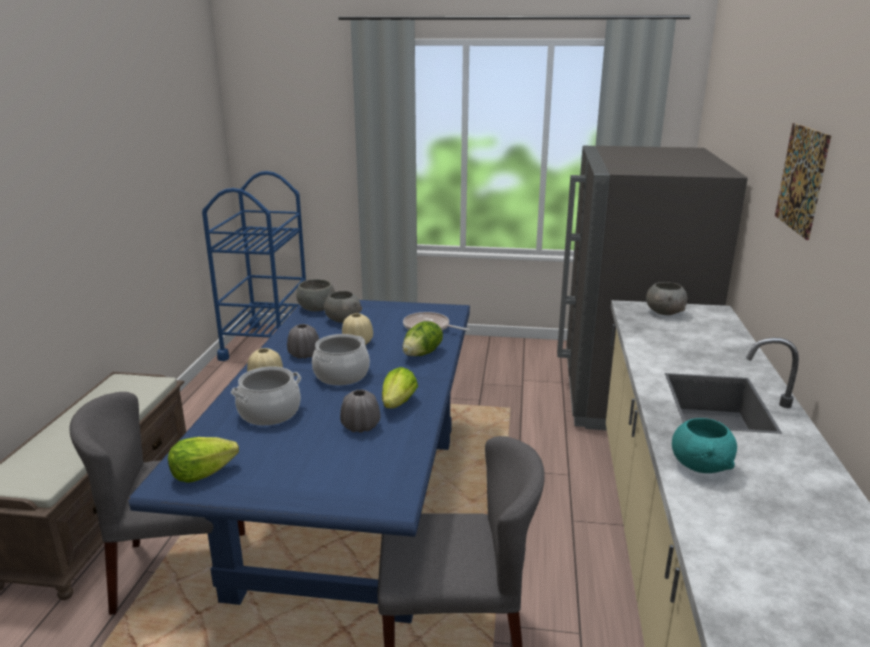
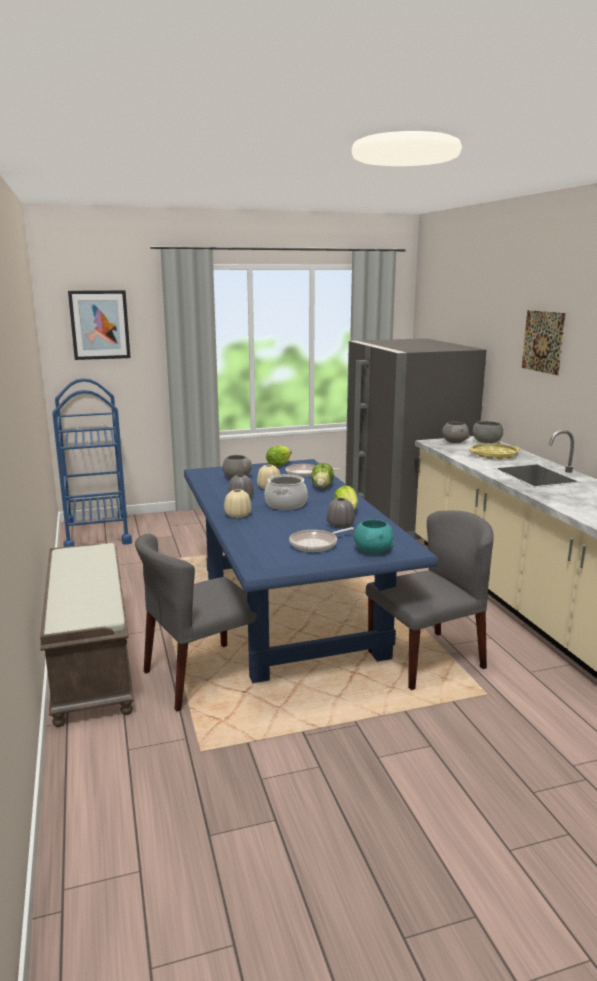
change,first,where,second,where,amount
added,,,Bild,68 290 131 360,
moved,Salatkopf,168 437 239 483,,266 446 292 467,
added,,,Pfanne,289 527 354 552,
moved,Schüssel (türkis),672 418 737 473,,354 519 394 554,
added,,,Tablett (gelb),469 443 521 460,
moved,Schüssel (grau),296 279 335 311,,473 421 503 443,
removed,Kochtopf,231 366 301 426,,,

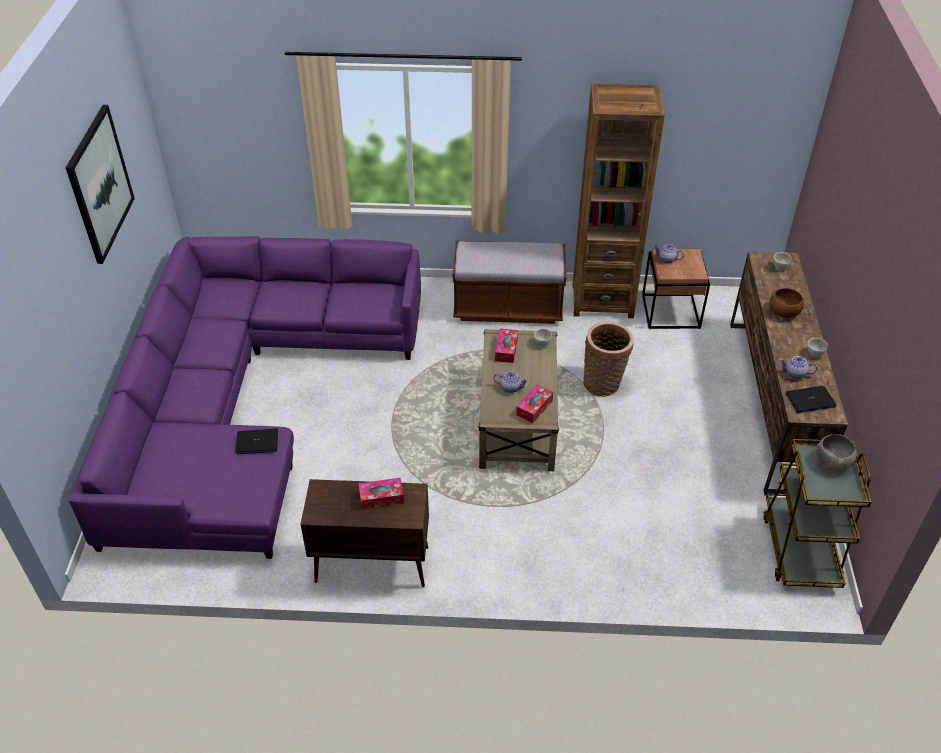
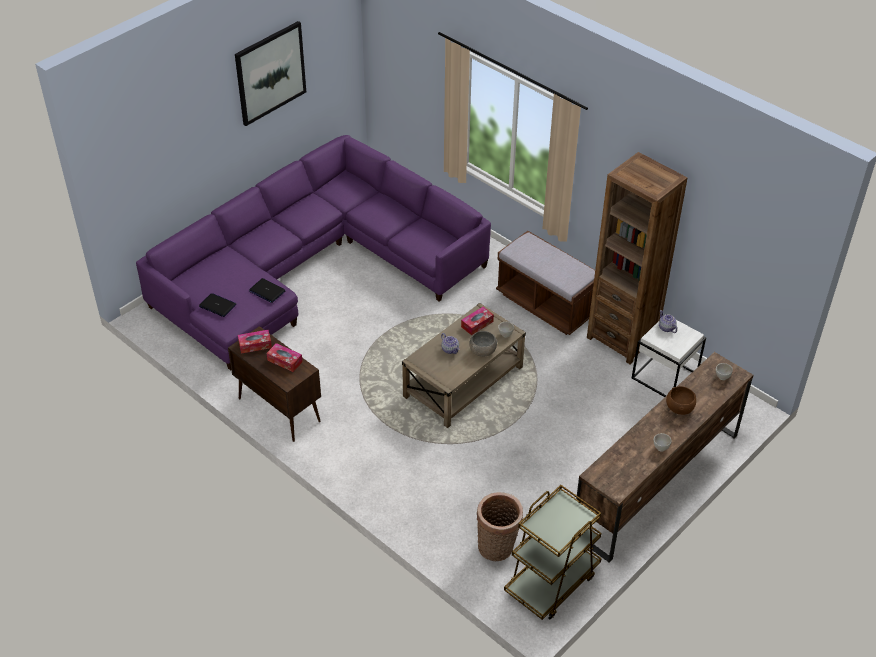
change,first,where,second,where,amount
moved,Laptop,786 386 836 413,,199 293 236 317,
moved,Taschentuchbox,516 384 553 423,,238 330 272 354,
moved,Schüssel (grau),816 434 857 471,,469 331 497 357,
moved,Korb,583 321 634 397,,477 492 523 562,
recoloured,Beistelltisch (braun),642 249 710 329,Beistelltisch (weiß),632 314 706 397,
removed,Teekanne,780 356 817 379,,,

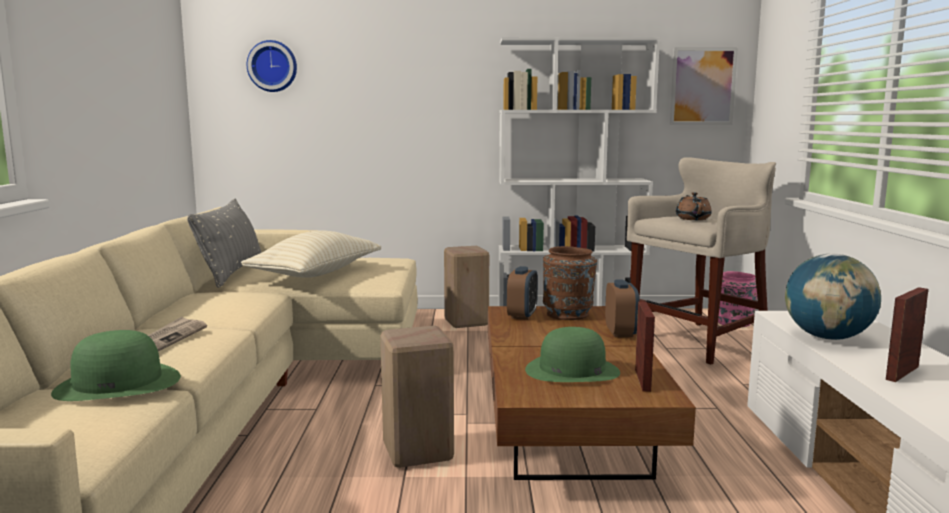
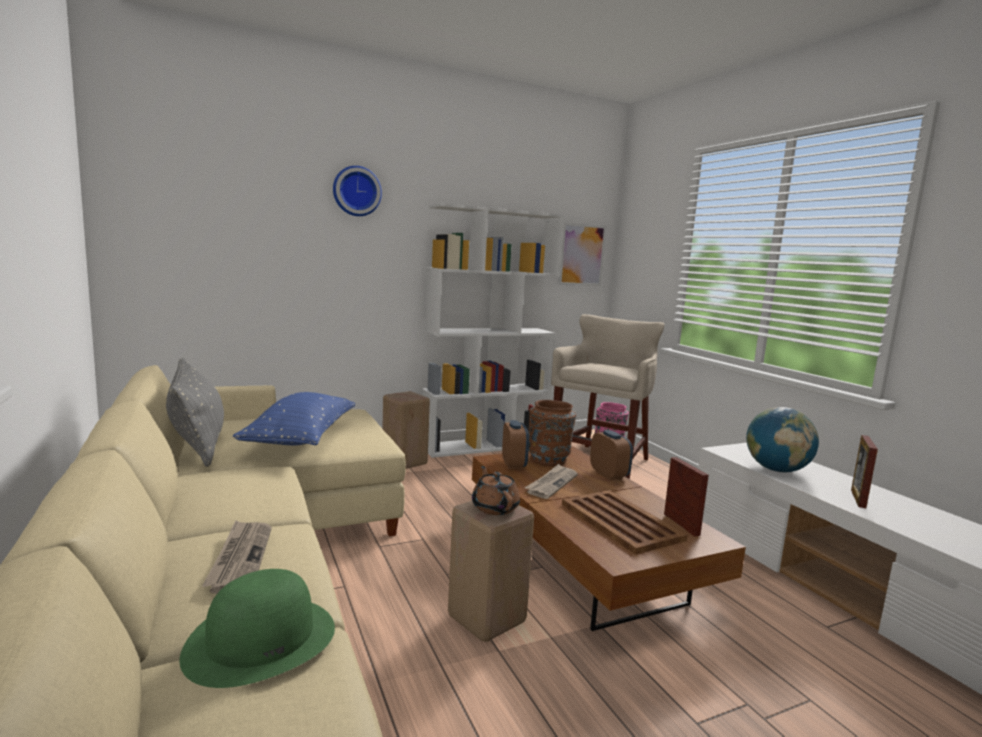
change,first,where,second,where,amount
recoloured,Kissen (beige),241 230 381 278,Kissen (blau),233 392 355 445,
moved,Wanduhr,247 40 297 92,,333 166 382 216,
moved,Teekanne (braun),676 192 712 220,,472 466 520 515,
added,,,Zeitung,525 464 578 499,
replaced,Hut (grün),525 327 620 382,Tablett (braun),562 490 687 555,

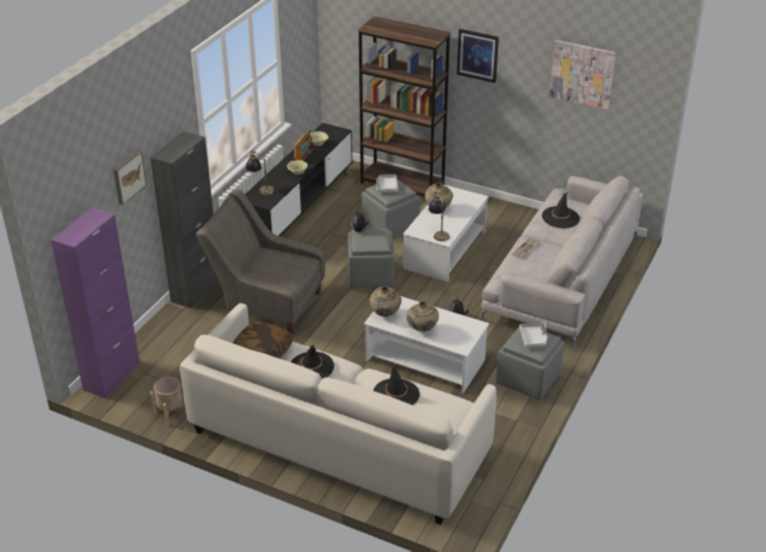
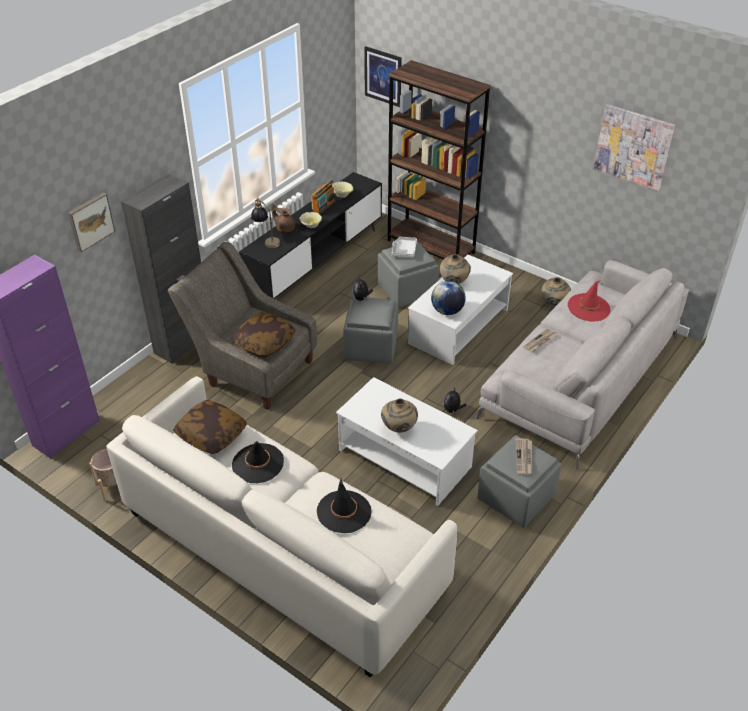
change,first,where,second,where,amount
added,,,Kissen,231 312 296 358,
added,,,Teekanne (braun),271 203 295 232,
moved,Bild,457 29 499 83,,364 46 402 107,
replaced,Tischlampe,429 191 449 241,Globus,431 281 466 315,
replaced,Tablett (grau),519 322 547 348,Zeitung,515 438 532 475,
moved,Vase (beige),370 286 401 317,,541 277 571 306,
recoloured,Hut (schwarz),542 192 580 228,Hut (rot),568 281 610 321,

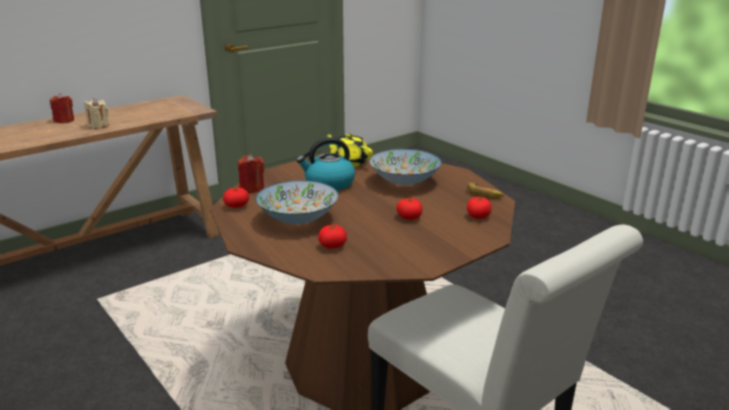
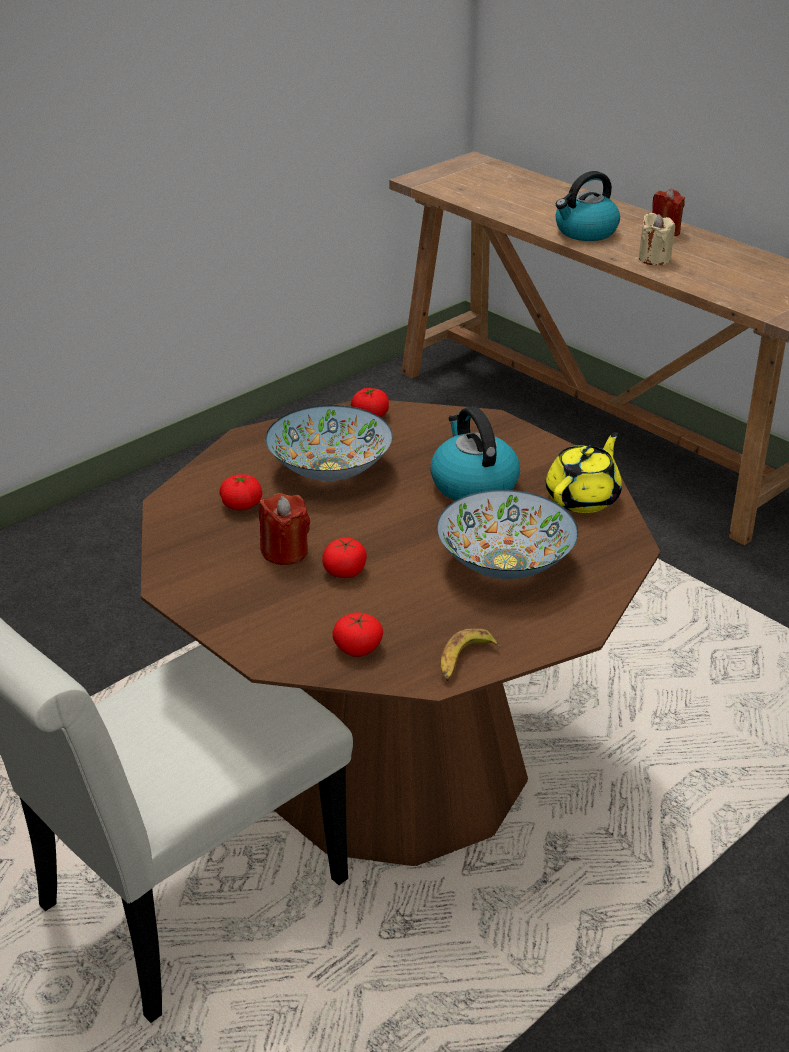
change,first,where,second,where,amount
moved,Kerze (rot),238 154 264 193,,259 493 310 565,
added,,,Wasserkessel,556 171 620 241,

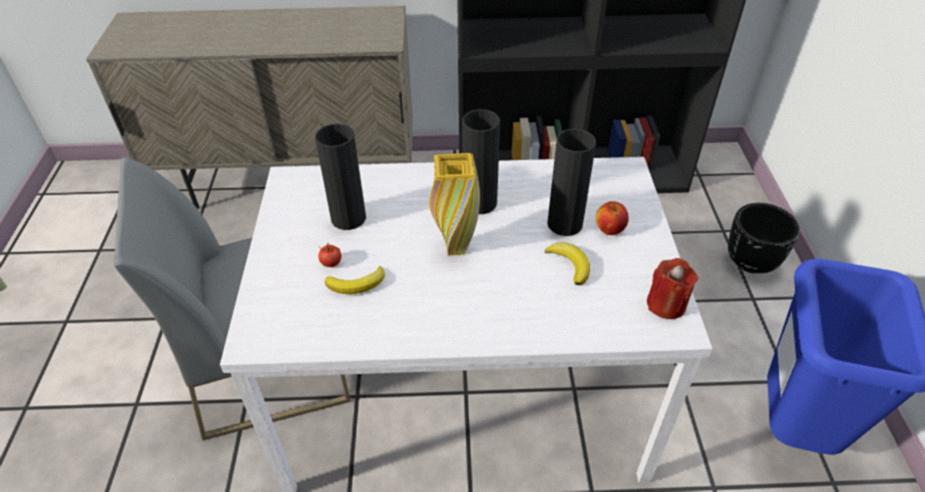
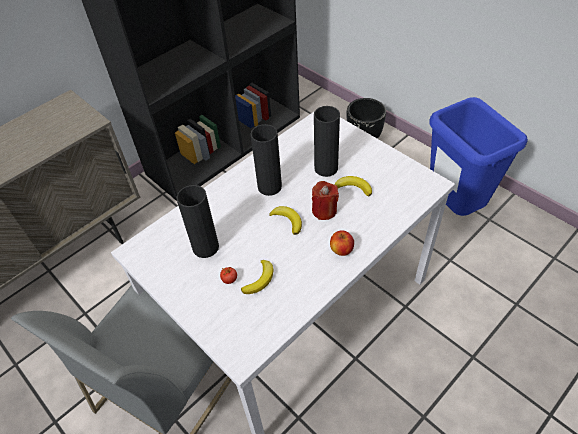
change,first,where,second,where,amount
replaced,Vase (gelb),429 153 480 256,Banane,269 206 302 235,
moved,Kerze (rot),647 258 698 319,,312 181 339 220,
moved,Apfel,596 201 629 235,,330 230 354 256,

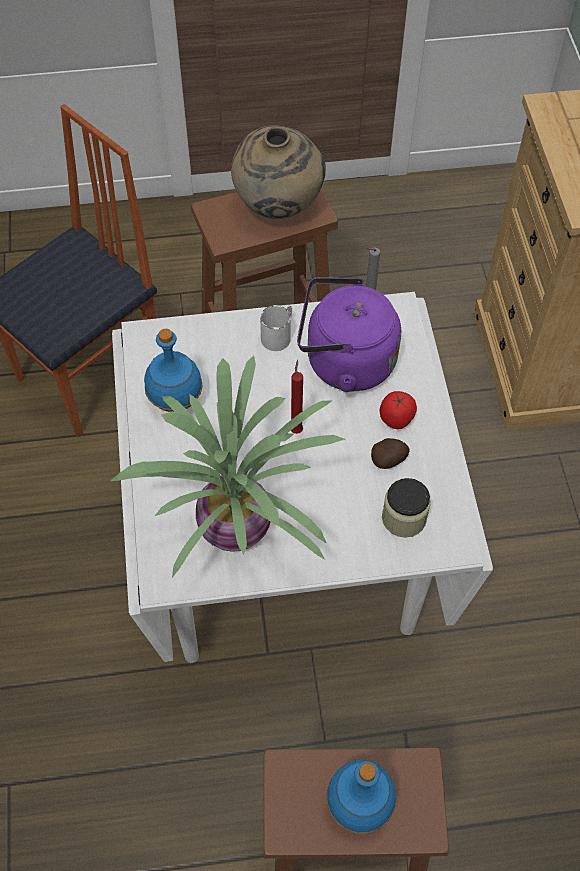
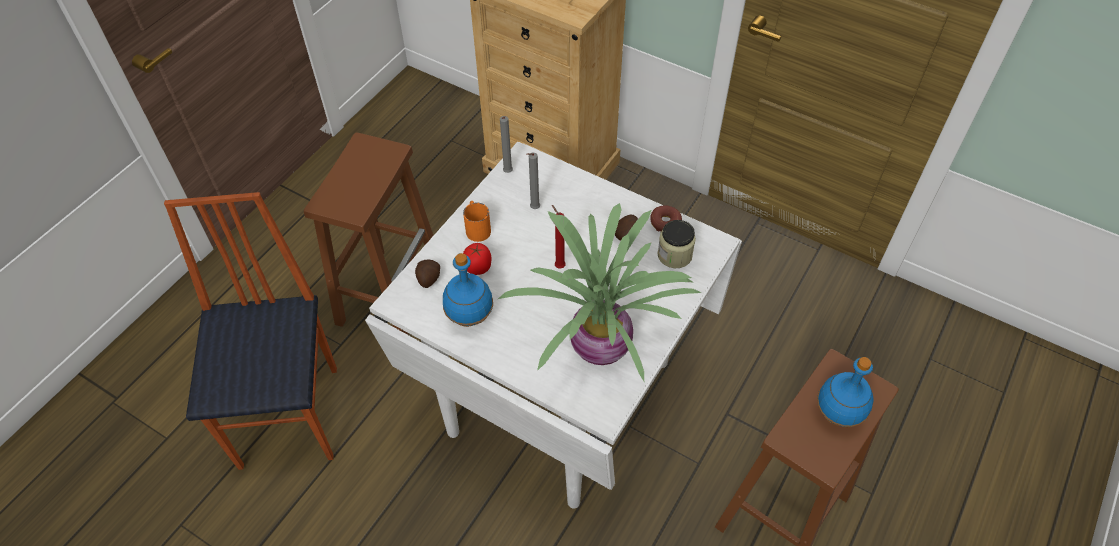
change,first,where,second,where,amount
added,,,Kartoffel,415 260 440 288,
recoloured,Henkelbecher (weiß),260 305 292 351,Henkelbecher (orange),463 201 491 242,
moved,Tomate,380 391 417 429,,463 243 491 275,
replaced,Wasserkessel (lila),297 277 401 392,Kerze (grau),526 153 540 209,
added,,,Donut,650 205 682 232,
removed,Vase (beige),231 125 326 219,,,

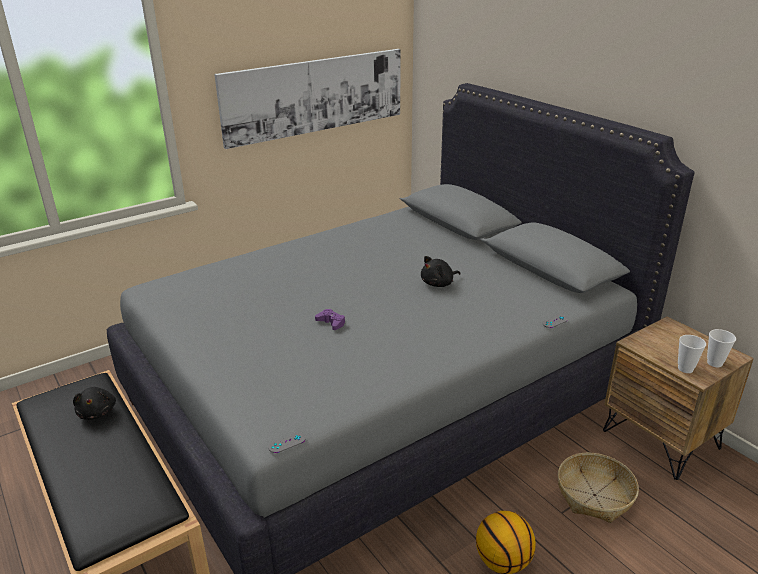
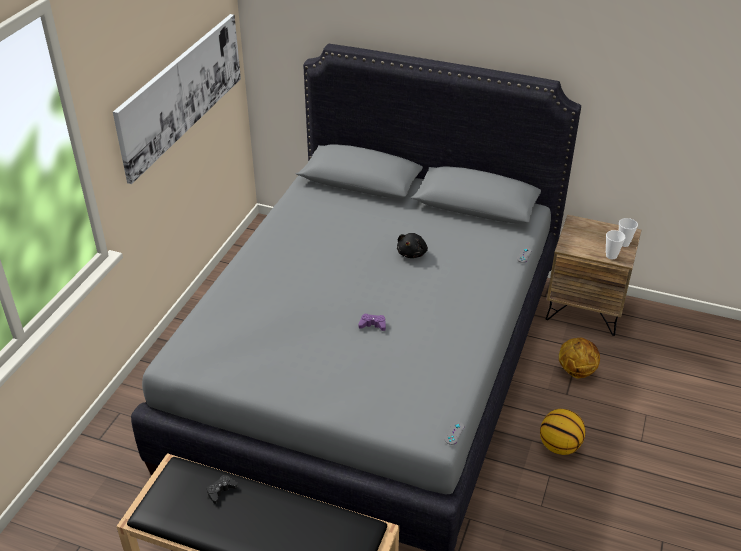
change,first,where,second,where,amount
replaced,Plüschtier (schwarz),73 387 116 420,Gamepad (schwarz),207 475 238 504,
replaced,Korb,558 453 639 523,Basketball,559 338 600 378,

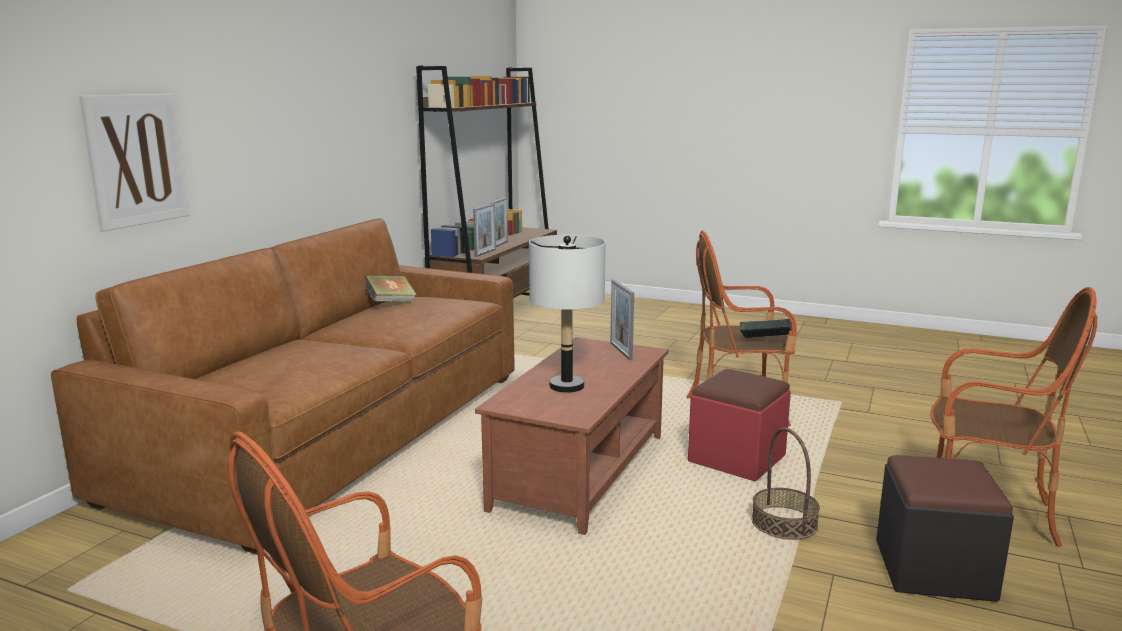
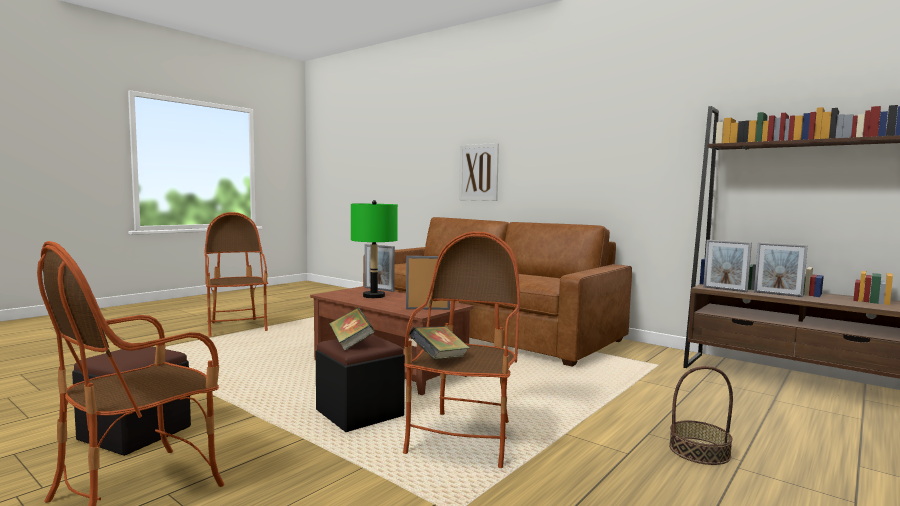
change,first,where,second,where,amount
recoloured,Polsterhocker (rot),688 369 791 481,Polsterhocker (schwarz),316 334 405 432,
moved,Buch,365 275 417 302,,329 308 375 351,
recoloured,Tischlampe (grau),529 235 606 393,Tischlampe (grün),351 200 398 298,
added,,,Bilderrahmen,365 244 395 292,
moved,Korb,751 428 820 540,,669 366 733 465,

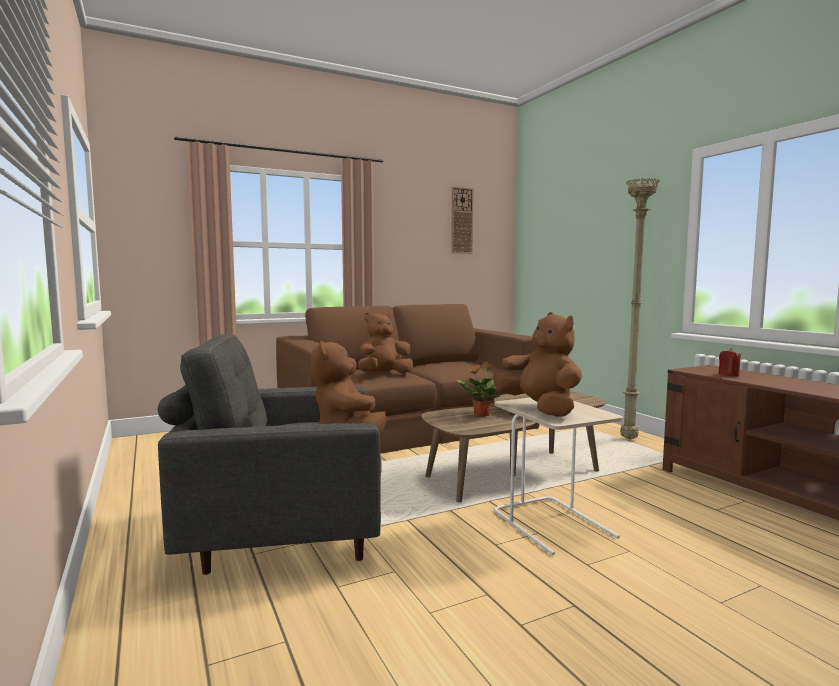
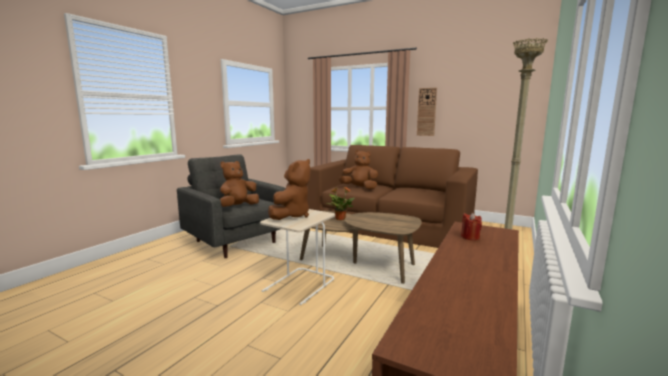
change,first,where,second,where,amount
moved,Wanduhr,451 187 474 254,,417 88 437 136,

